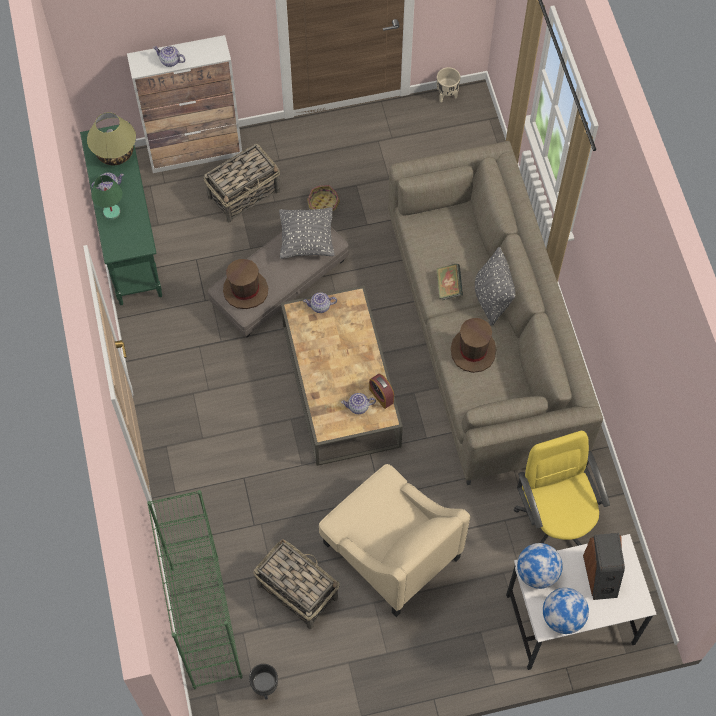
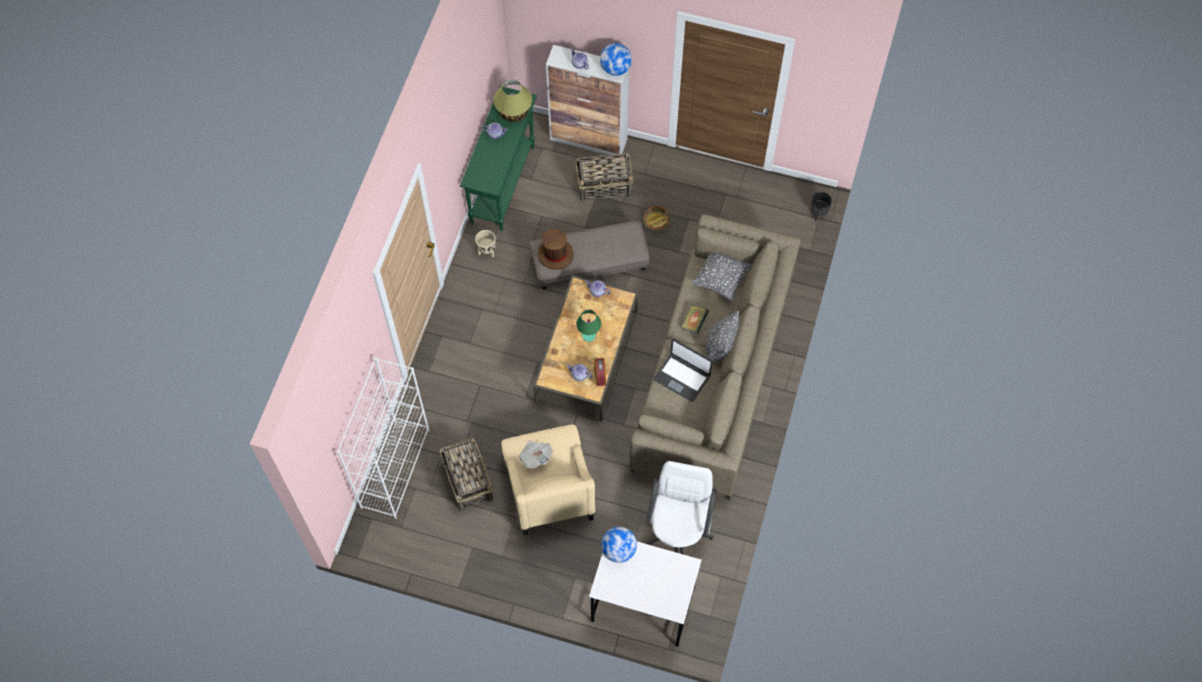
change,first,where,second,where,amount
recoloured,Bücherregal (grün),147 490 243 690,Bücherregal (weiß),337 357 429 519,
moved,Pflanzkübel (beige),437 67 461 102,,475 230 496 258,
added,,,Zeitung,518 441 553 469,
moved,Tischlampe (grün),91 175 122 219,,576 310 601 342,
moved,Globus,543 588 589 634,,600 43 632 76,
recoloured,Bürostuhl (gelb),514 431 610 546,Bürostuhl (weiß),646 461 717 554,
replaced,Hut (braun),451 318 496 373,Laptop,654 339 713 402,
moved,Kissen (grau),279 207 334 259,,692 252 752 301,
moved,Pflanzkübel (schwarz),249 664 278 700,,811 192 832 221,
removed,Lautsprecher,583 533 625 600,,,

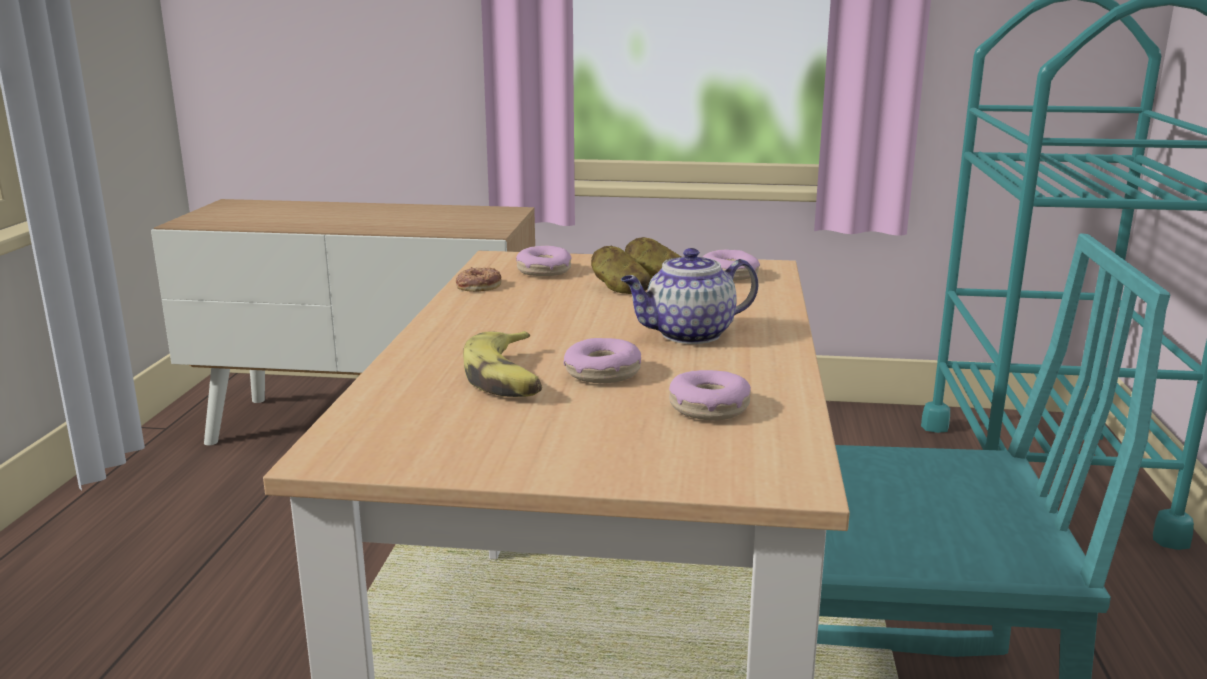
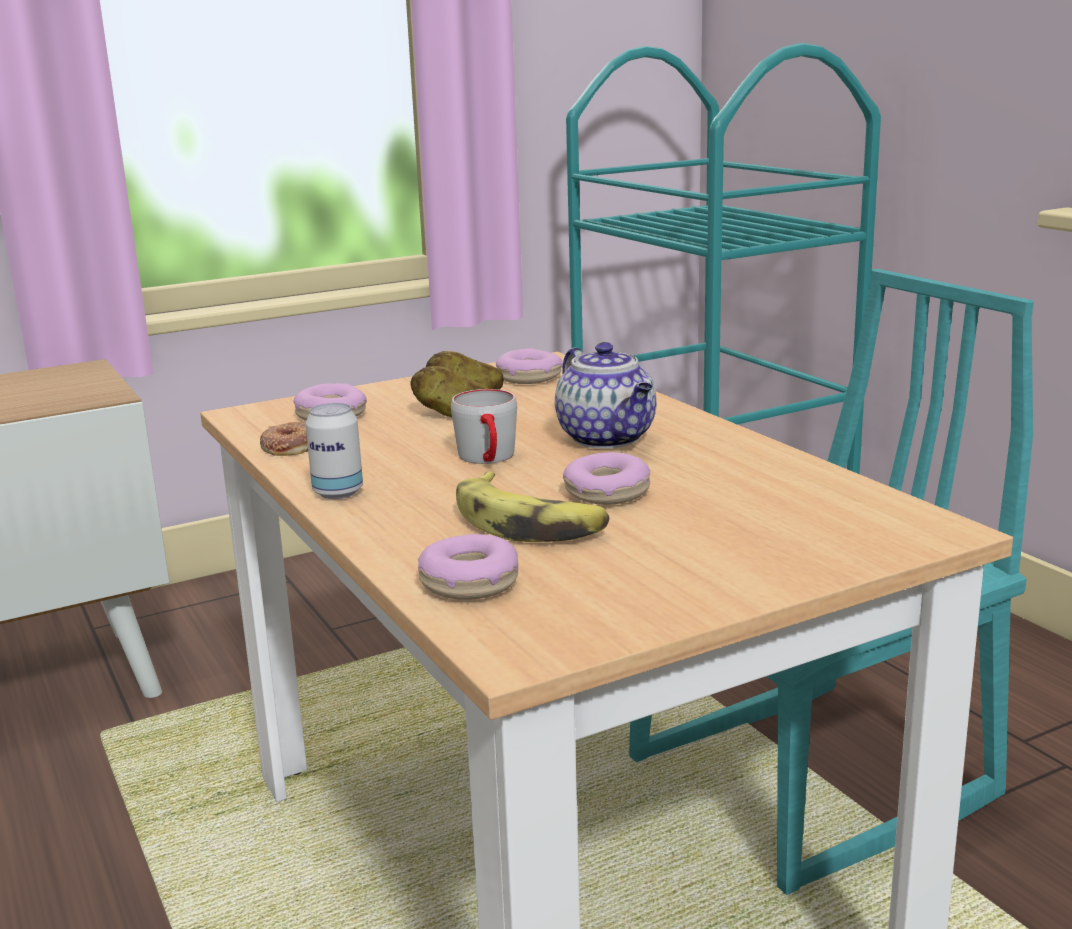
change,first,where,second,where,amount
added,,,Dose,305 403 363 499,
moved,Donut,669 370 751 420,,418 534 518 600,
added,,,Henkelbecher (grau),451 389 517 464,
turned,Teekanne,621 248 758 344,,555 342 657 449,60 degrees counterclockwise

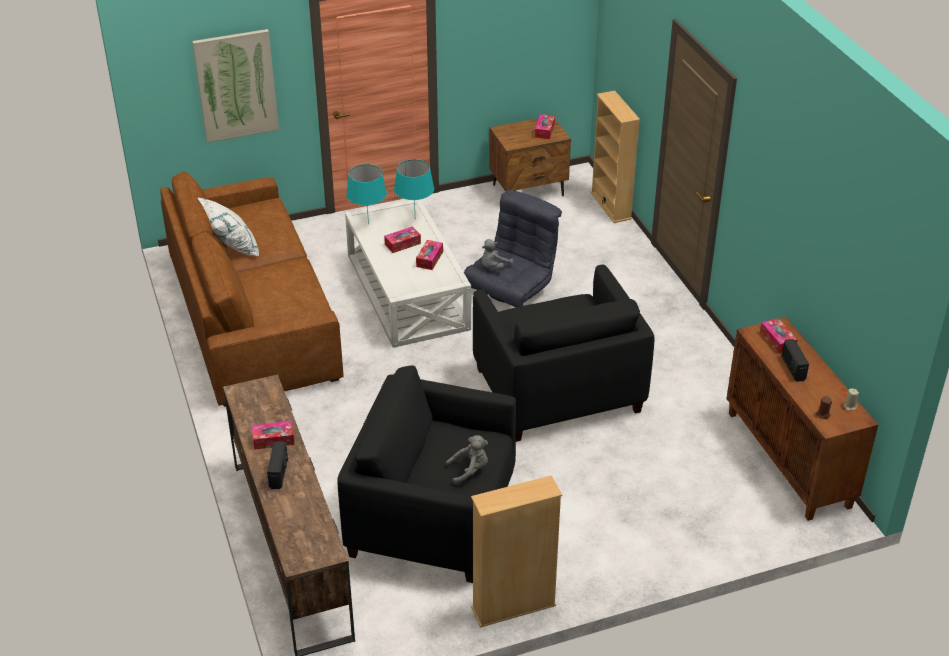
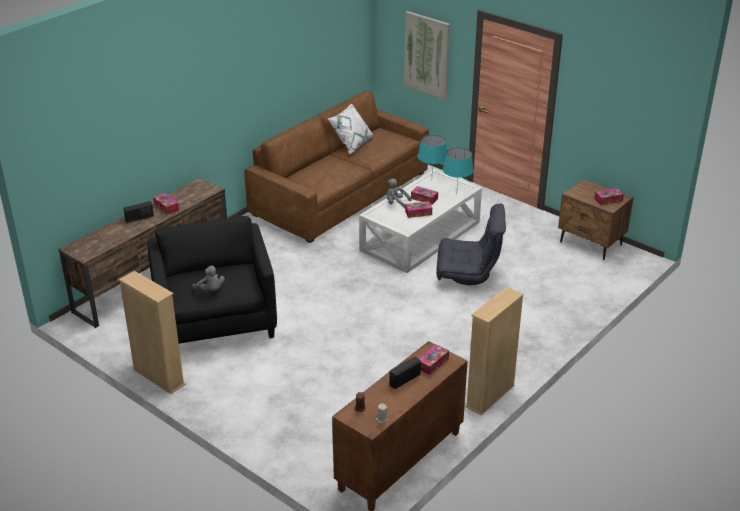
change,first,where,second,where,amount
moved,Plüschtier (grau),482 239 514 270,,386 178 412 209,
moved,Bücherregal (beige),590 91 640 223,,465 287 524 415,
removed,Sessel (schwarz),473 265 654 442,,,

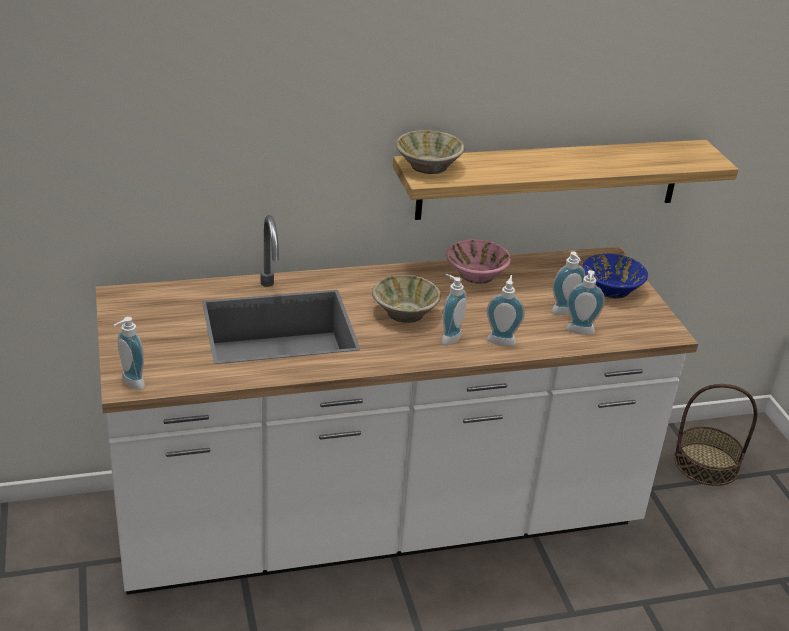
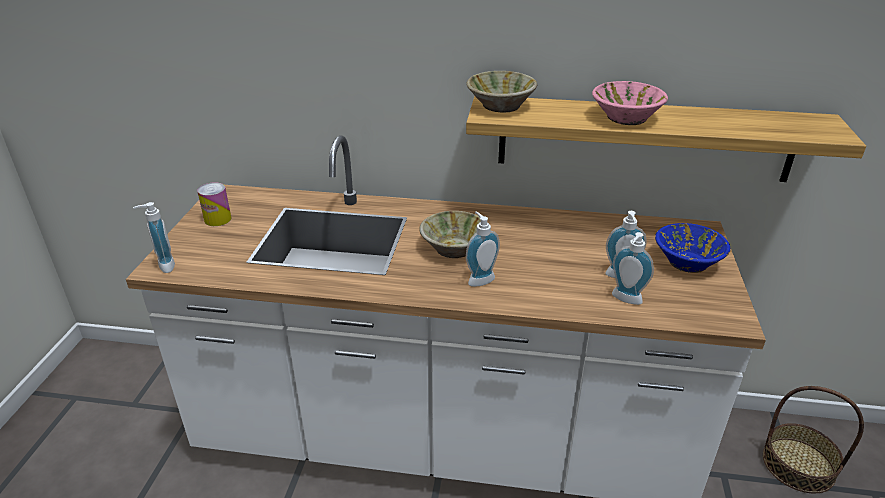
change,first,where,second,where,amount
added,,,Dose,197 182 231 226,
moved,Schüssel (rosa),446 239 511 284,,592 81 668 125,
removed,Seifenspender,486 275 525 346,,,

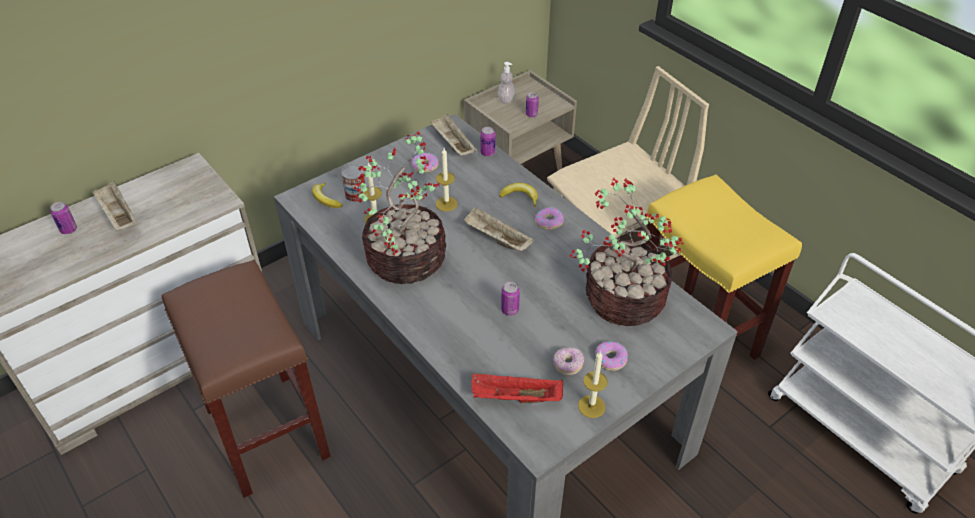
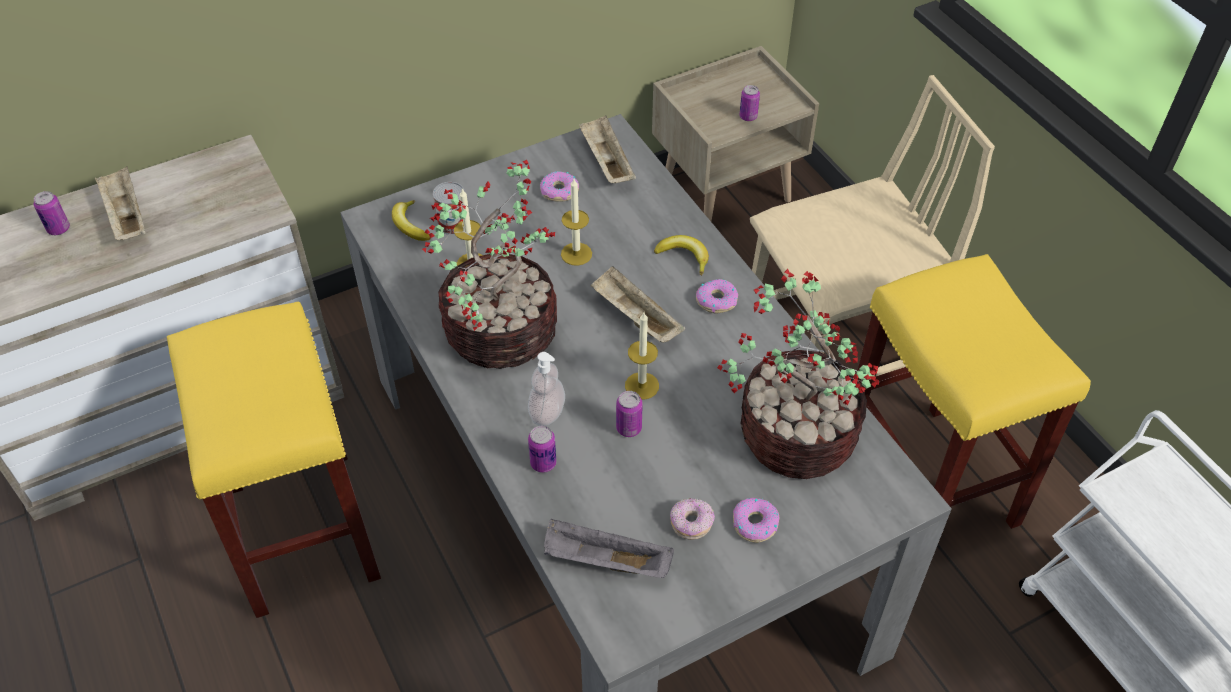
change,first,where,second,where,amount
recoloured,Hocker (braun),162 260 331 498,Hocker (gelb),167 301 381 618,
moved,Seifenspender,498 62 515 104,,528 352 565 426,
moved,Dose,480 127 495 157,,528 426 556 473,
recoloured,Tablett (rot),471 373 563 403,Tablett (grau),544 518 674 578,
moved,Kerze,578 351 608 418,,625 313 659 400,

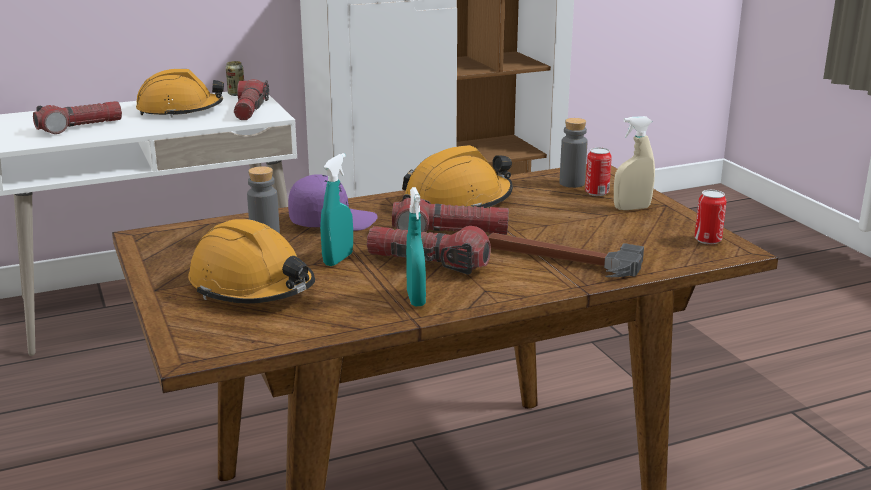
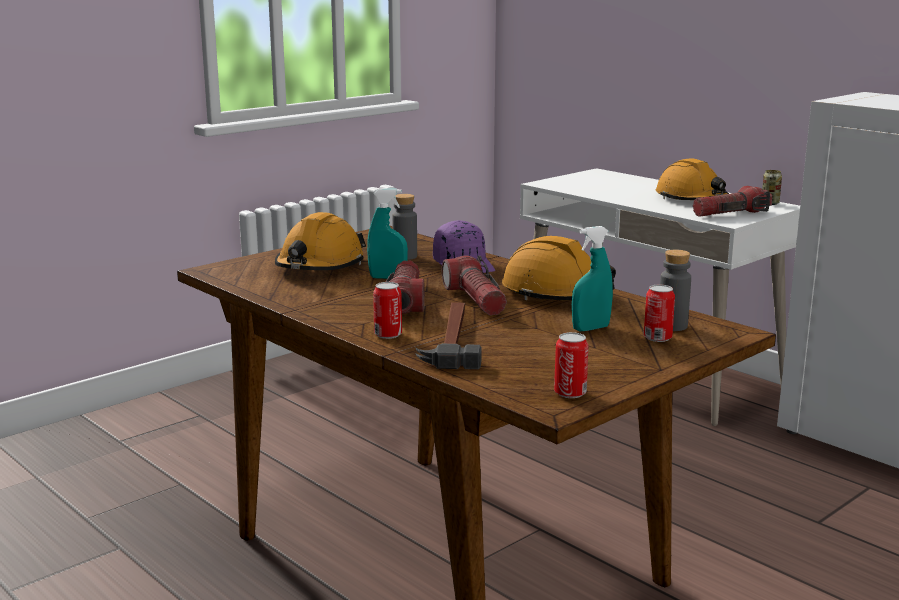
change,first,where,second,where,amount
added,,,Dose,373 282 402 339,
moved,Sprühflasche (türkis),406 187 426 307,,572 226 613 331,
removed,Taschenlampe,33 101 122 134,,,
removed,Sprühflasche (beige),614 116 655 210,,,

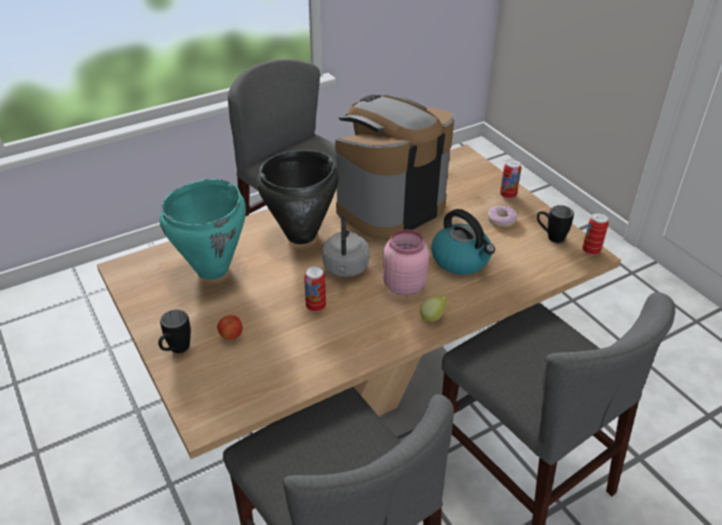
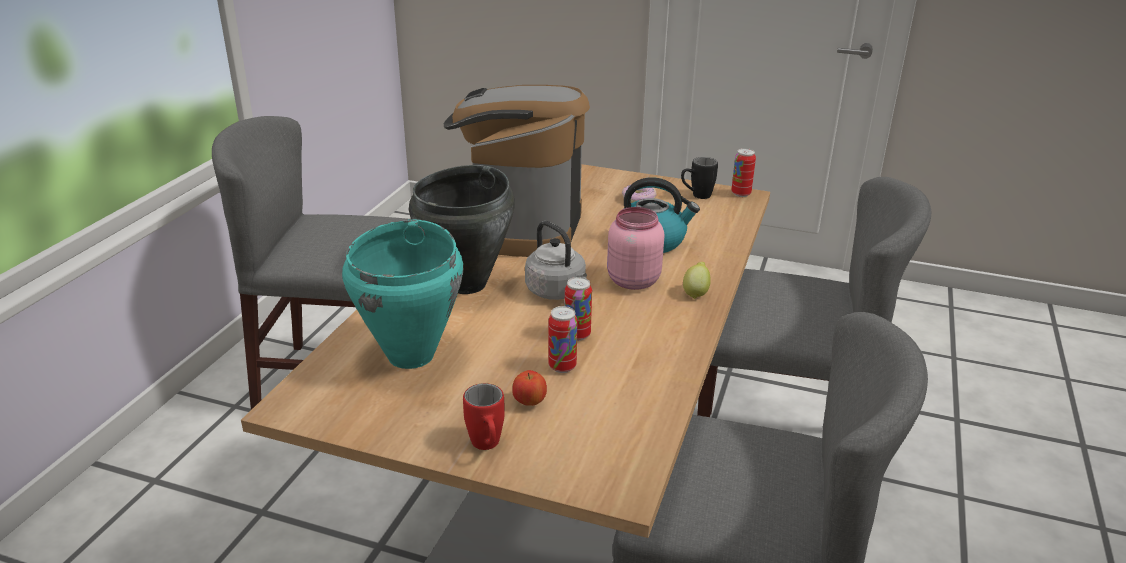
change,first,where,second,where,amount
recoloured,Henkelbecher (schwarz),158 309 191 353,Henkelbecher (rot),463 383 505 450,
moved,Dose,500 159 521 199,,548 306 578 373,

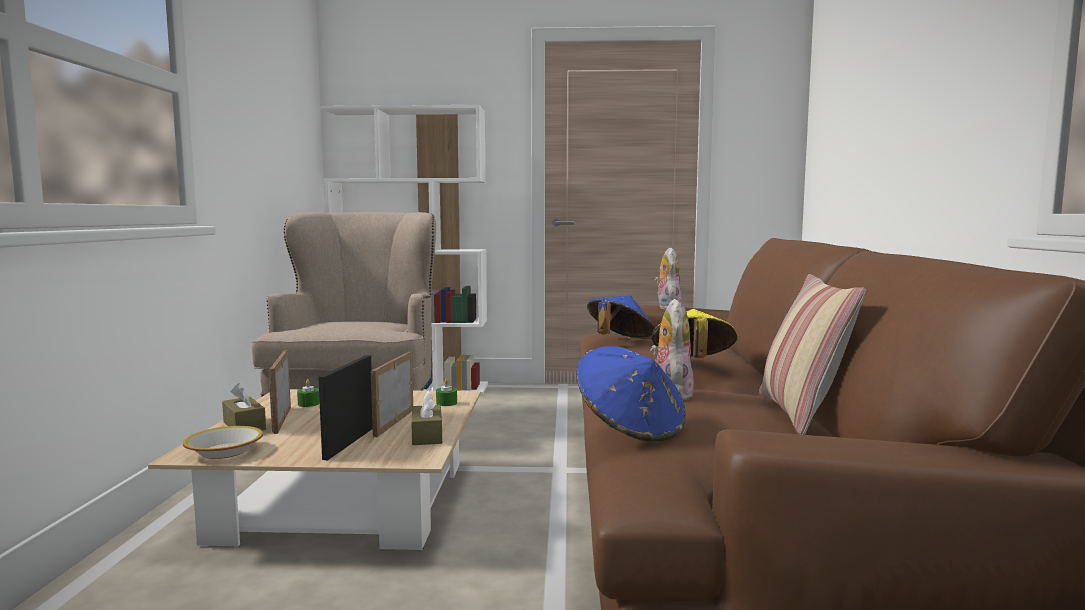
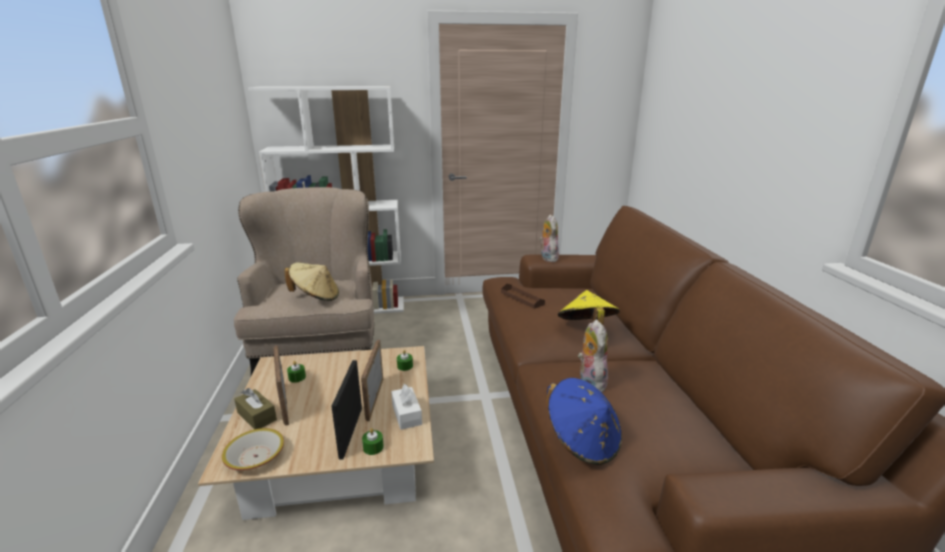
change,first,where,second,where,amount
added,,,Hut (beige),284 262 339 301,
added,,,Kerze (grün),362 428 384 455,
recoloured,Taschentuchbox (braun),411 390 442 445,Taschentuchbox (weiß),391 384 422 430,
replaced,Hut (blau),587 295 654 338,Tablett (braun),501 284 545 309,
removed,Kissen,759 274 866 435,,,

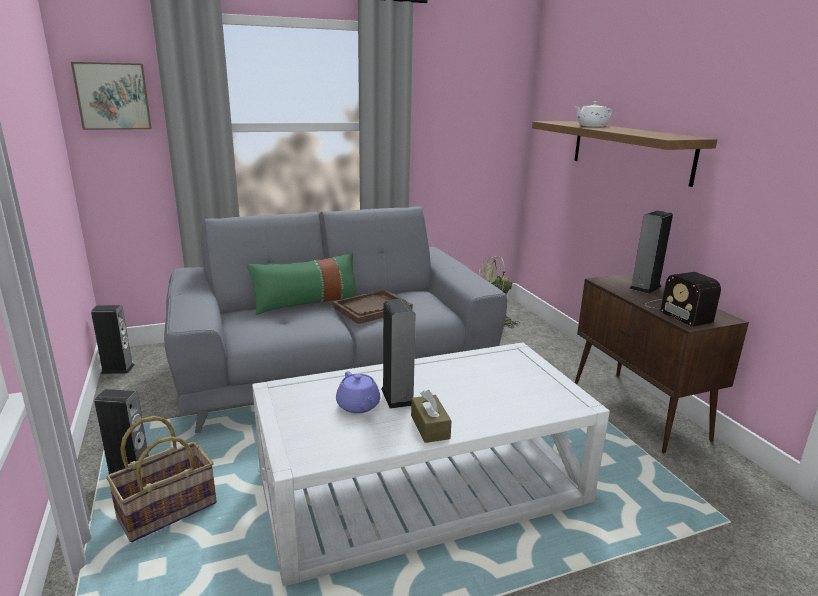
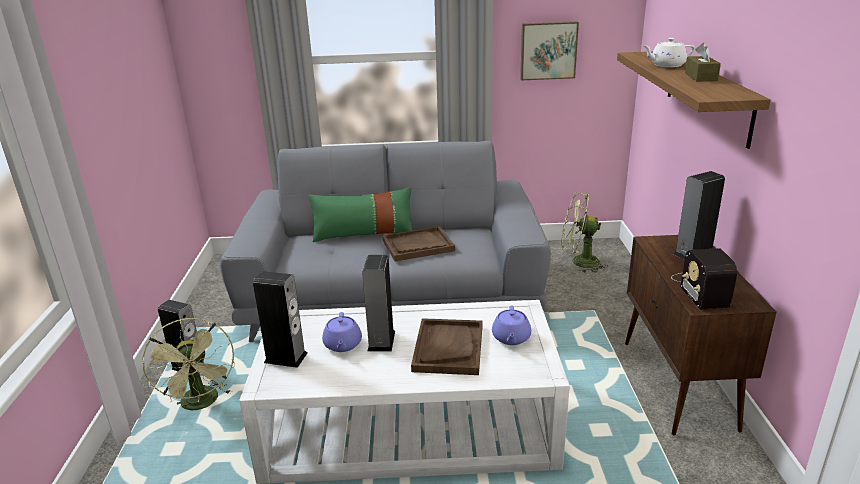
change,first,where,second,where,amount
replaced,Korb,106 416 217 542,Ventilator (grün),142 318 235 410,
moved,Lautsprecher,91 305 134 374,,253 271 308 368,
added,,,Tablett (braun),411 318 482 375,
added,,,Teekanne (lila),492 305 531 345,
moved,Bild,71 62 152 130,,520 21 579 80,
moved,Taschentuchbox (braun),411 390 452 443,,685 43 721 81,

